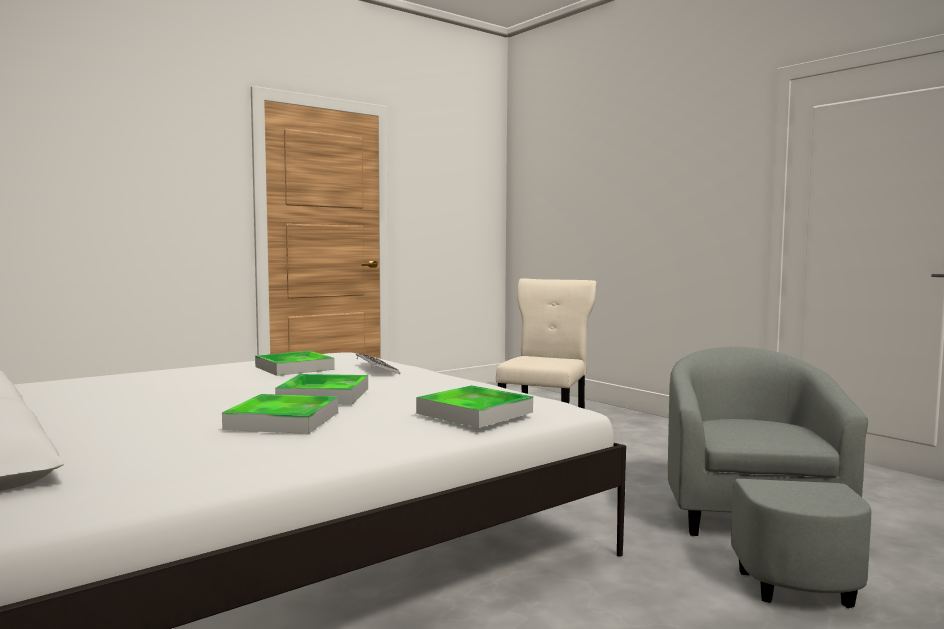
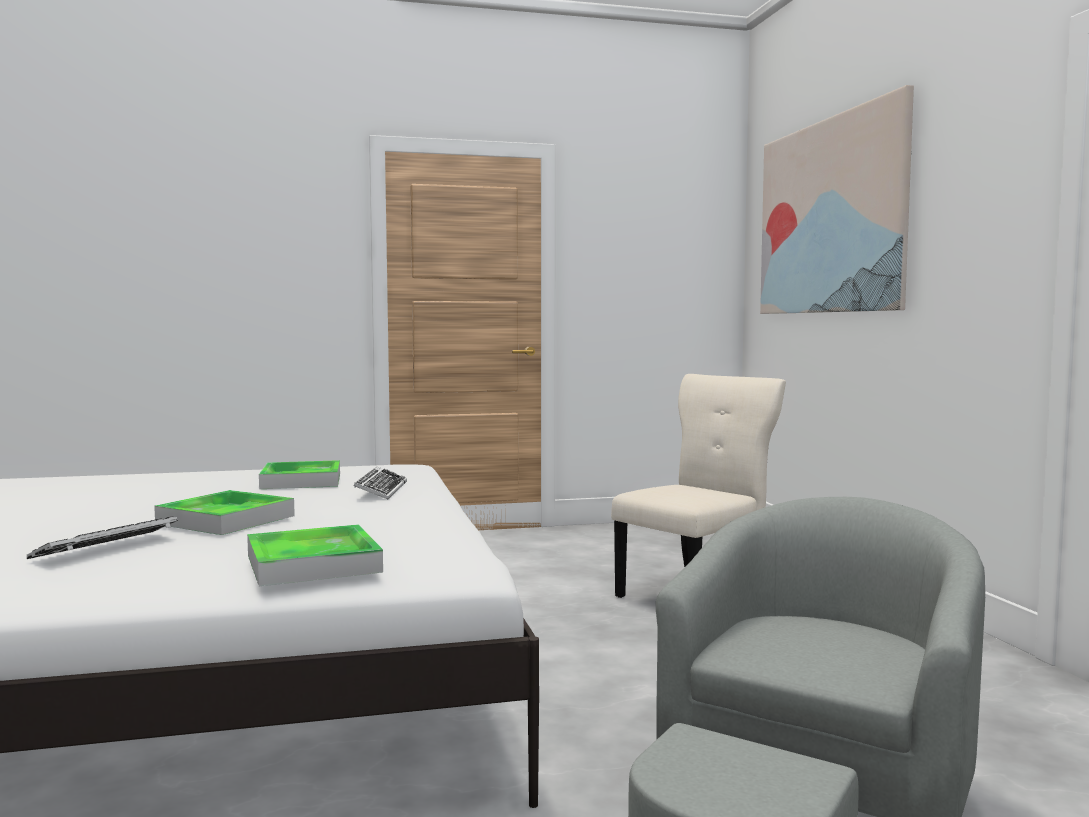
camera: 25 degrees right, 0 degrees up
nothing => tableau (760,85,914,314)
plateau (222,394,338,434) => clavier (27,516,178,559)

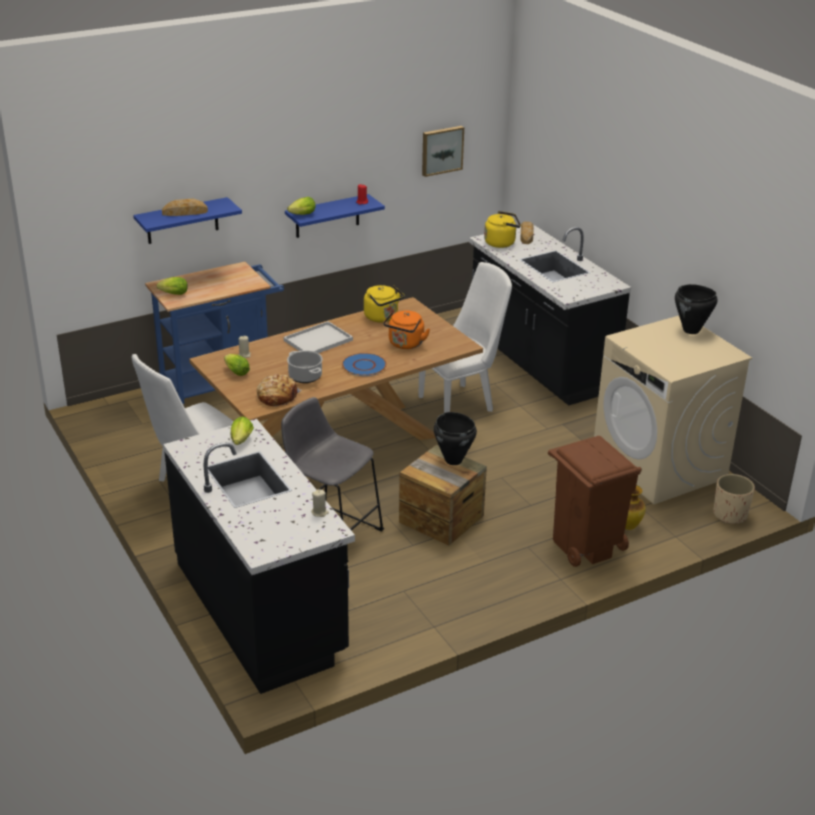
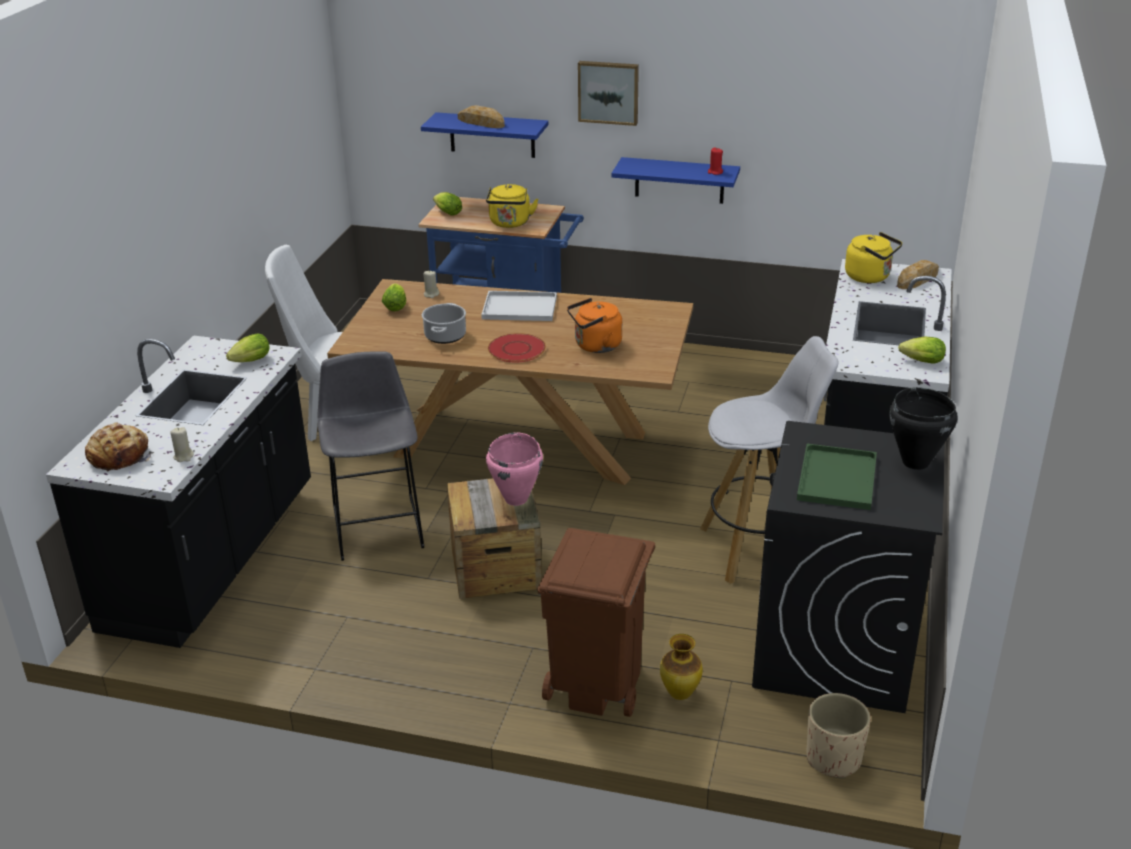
camera: 45 degrees right, 0 degrees up
chaise [blanc] (418,262,512,413) => nothing
nothing => tabouret [blanc] (700,336,838,584)
nothing => plateau [vert] (797,444,877,510)
pain (257,374,302,406) => pain (85,422,151,472), relocated
laitue (287,197,316,215) => laitue (898,337,946,364), relocated
bouilloire [jaune] (364,285,404,322) => bouilloire [jaune] (486,184,538,228), relocated
tableau (422,126,464,177) => tableau (578,61,639,126), relocated
assiette [bleu] (342,353,387,376) => assiette [rouge] (488,333,546,362)
marmite [noir] (434,412,477,465) => marmite [rose] (486,432,543,506)
lave-linge [beige] (594,316,752,504) => lave-linge [noir] (752,421,945,713)

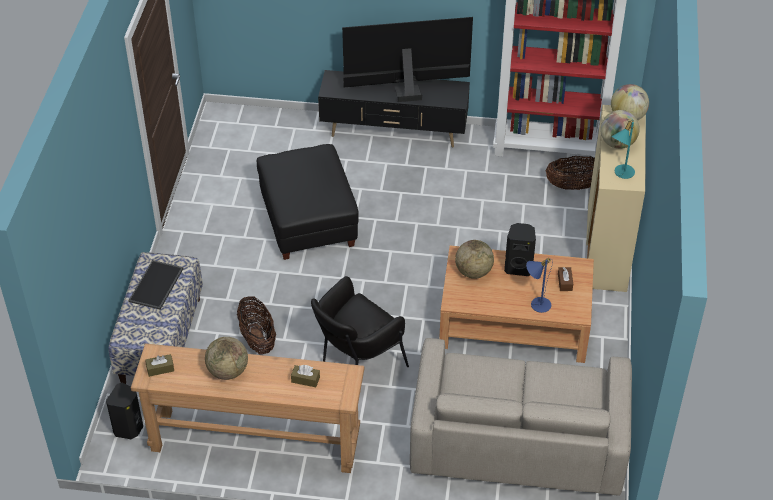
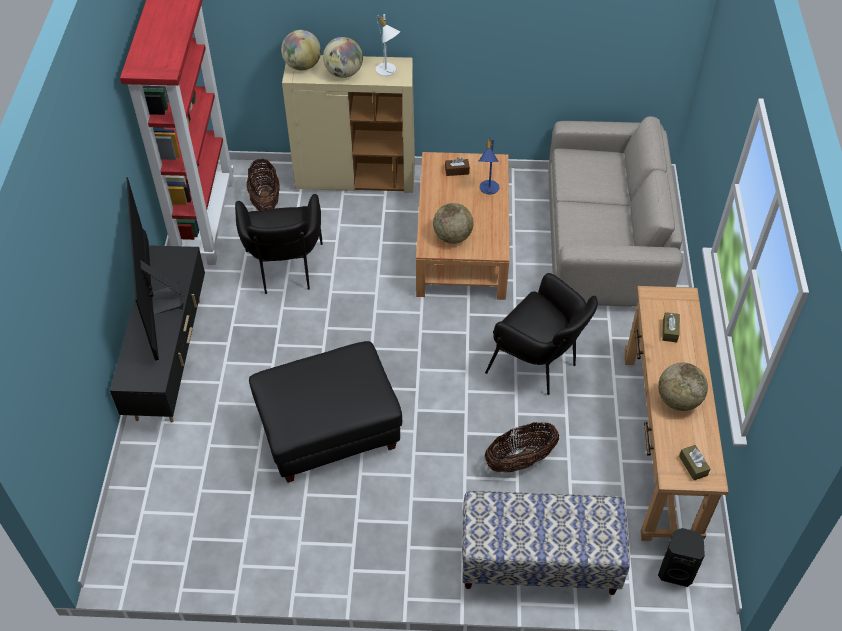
camera: 95 degrees left, 5 degrees up
plateau (128,260,184,310) => nothing
enceinte [noir] (504,223,536,276) => nothing
nothing => fauteuil [noir] (235,194,323,294)
lampe de table [turquoise] (612,120,635,179) => lampe de table [blanc] (376,14,400,76)

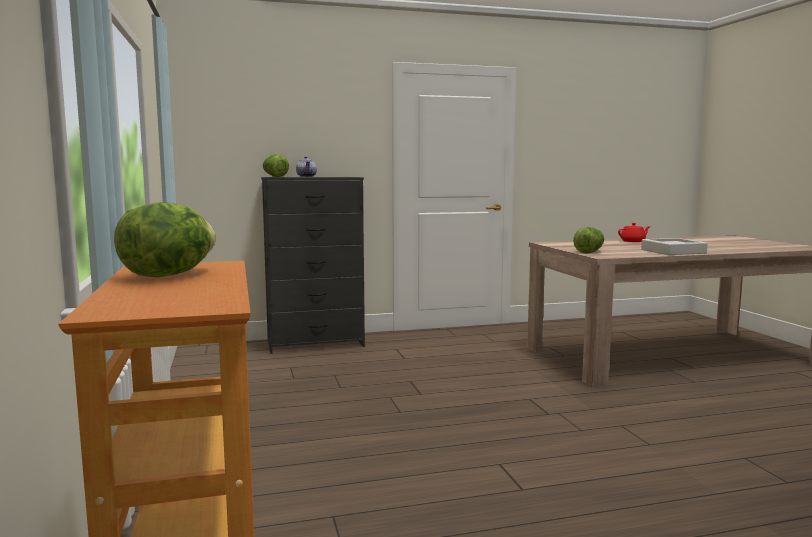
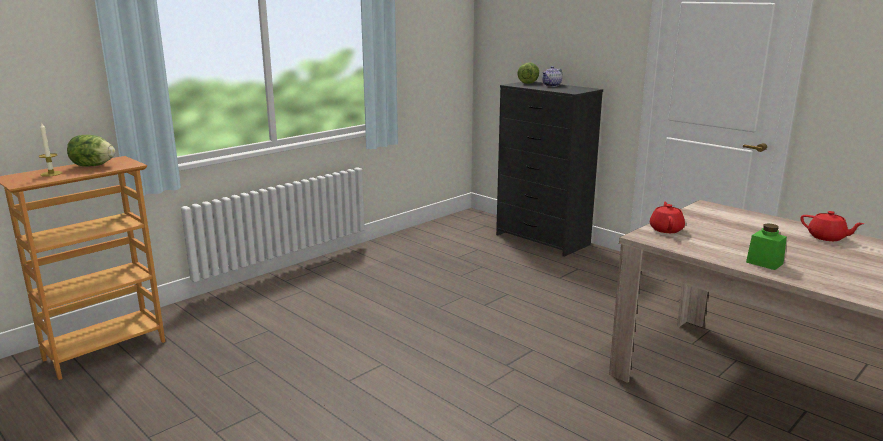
camera: 60 degrees right, 10 degrees up
nothing => bougie (38,122,62,177)
laitue (573,227,604,253) => théière [rouge] (650,202,685,233)
plateau [gris] (641,238,708,255) => bocal [vert] (746,223,787,270)

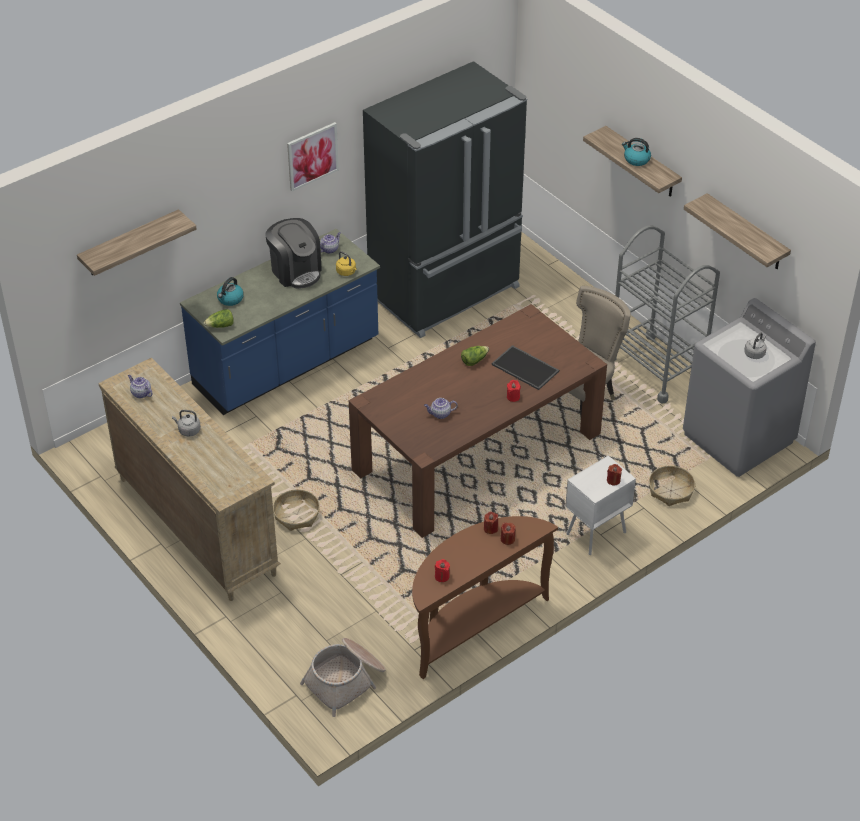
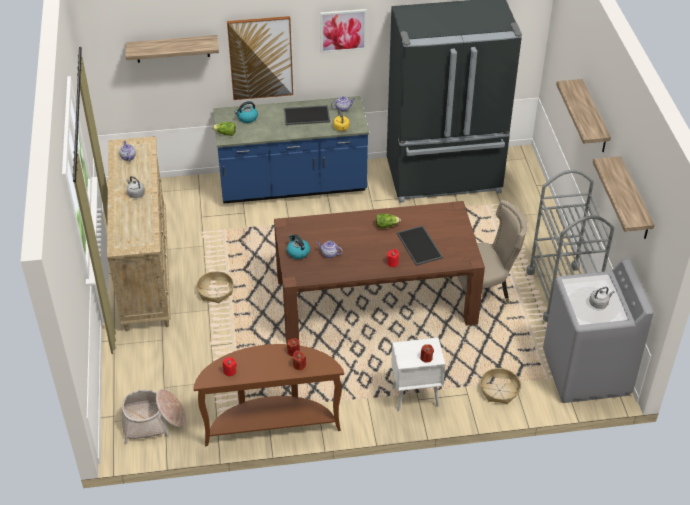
camera: 30 degrees right, 0 degrees up
nothing => tableau (227,16,293,100)
bouilloire (622,138,651,166) => bouilloire (287,234,310,259), relocated
machine à café (265,218,322,289) => plateau (284,105,330,125)

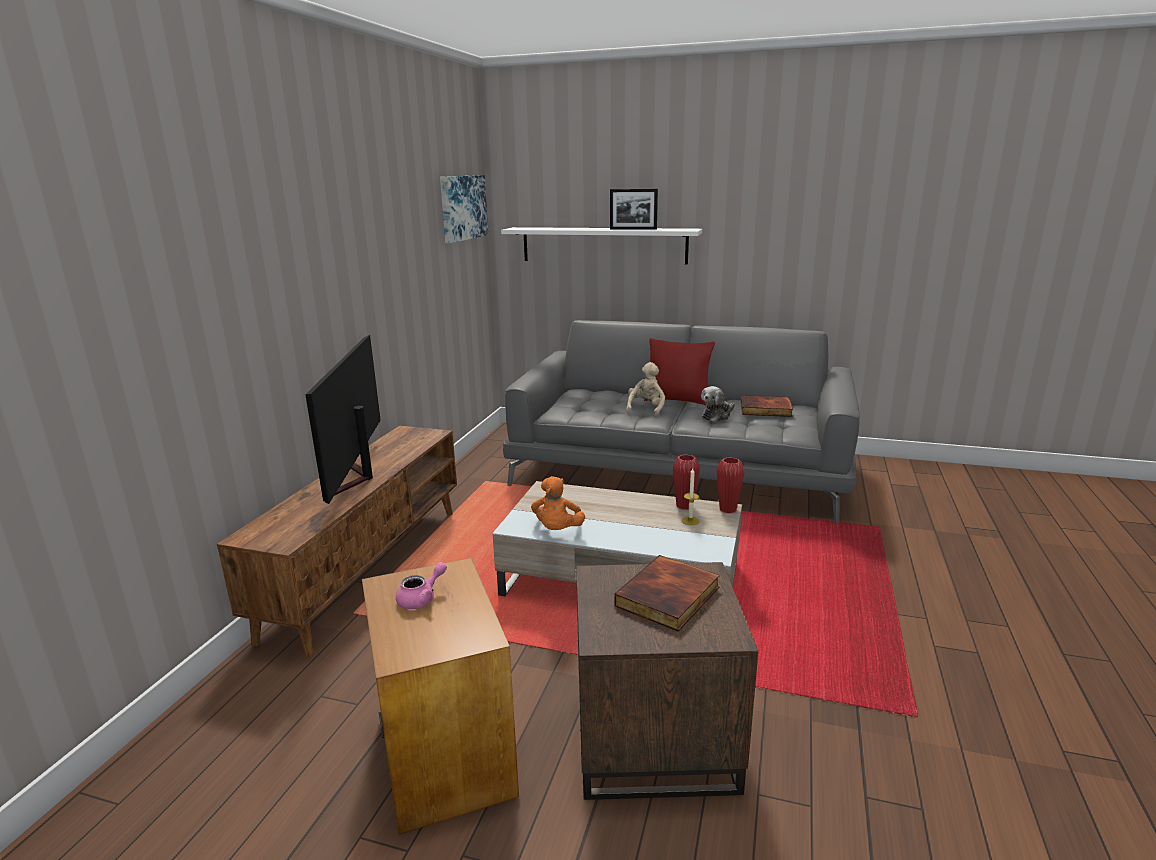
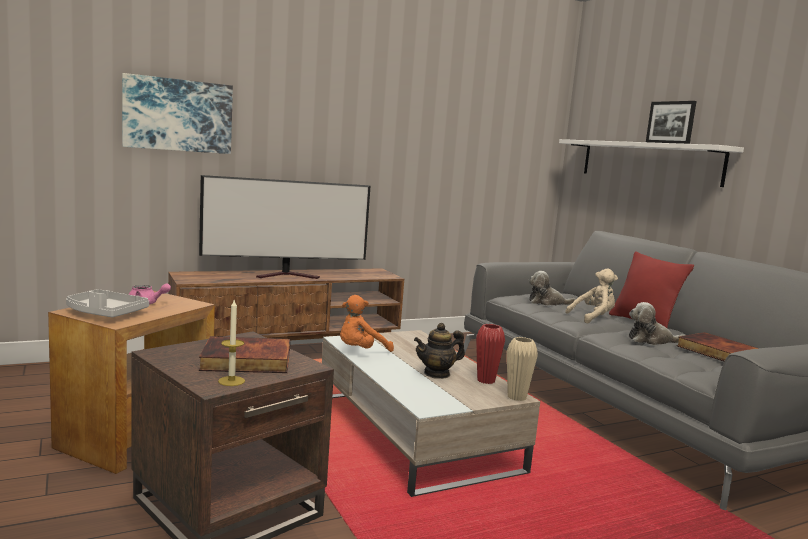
camera: 45 degrees right, 10 degrees down
nothing => plateau [gris] (66,289,149,318)
nothing => théière (414,323,465,379)
nothing => peluche (529,271,576,305)
tableau (440,175,488,244) => tableau (122,73,233,154), relocated
bougie (681,468,699,525) => bougie (218,300,245,386), relocated
vase [rouge] (717,457,745,513) => vase [beige] (507,337,538,401)
téléviseur (305,335,381,504) => téléviseur (199,175,371,279), 150 degrees counterclockwise

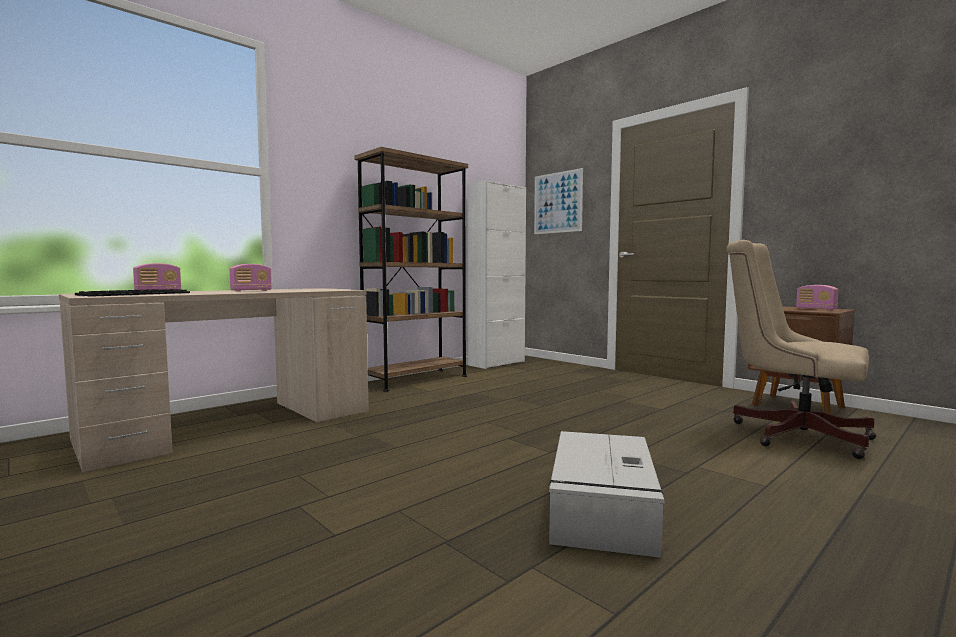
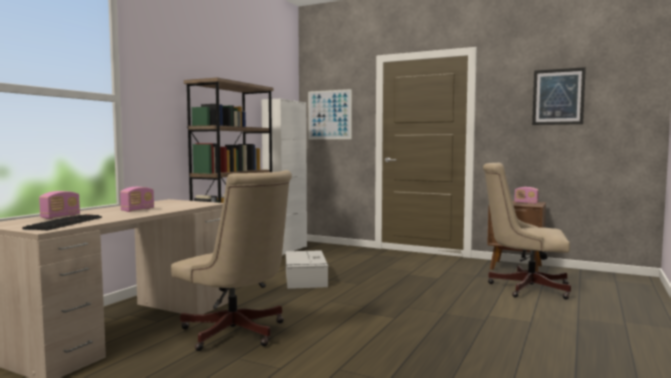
camera: 20 degrees left, 0 degrees up
nothing => chaise de bureau [beige] (171,170,292,351)
nothing => tableau (532,67,586,125)
boîte de rangement [gris] (549,431,665,558) => boîte de rangement [gris] (285,250,328,289), relocated

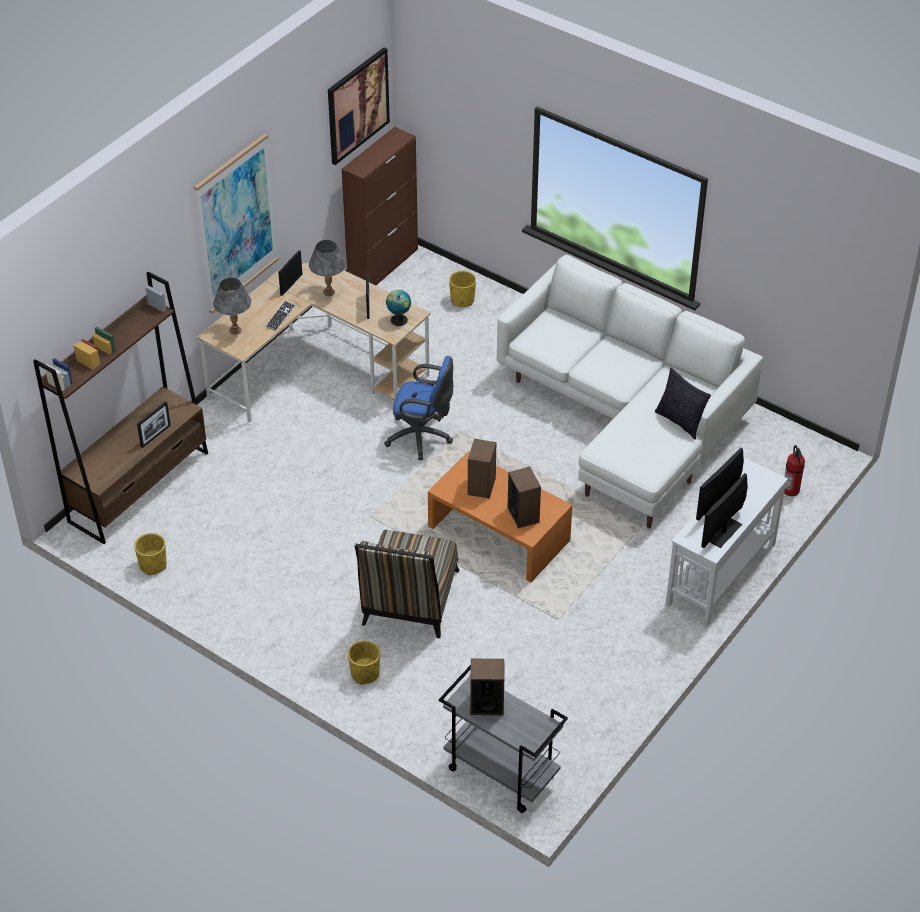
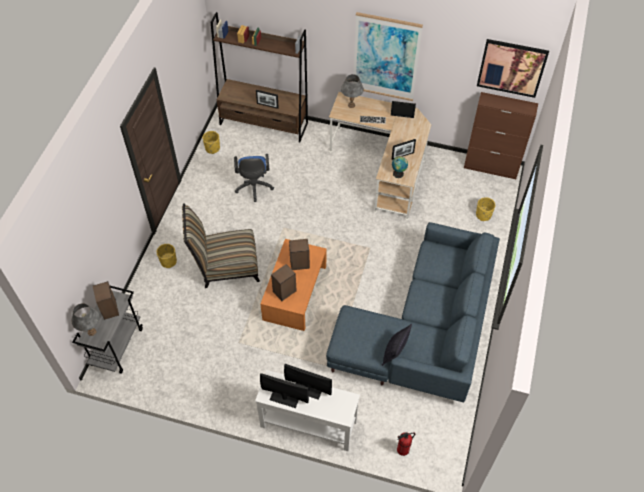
camera: 70 degrees right, 10 degrees up
lampe de table [gris] (309,240,346,296) => lampe de table [gris] (72,303,100,336), relocated
chaise de bureau [bleu] (384,356,453,460) => chaise de bureau [bleu] (234,154,274,202), relocated
canapé [blanc] (497,255,763,528) => canapé [bleu] (326,222,500,402)

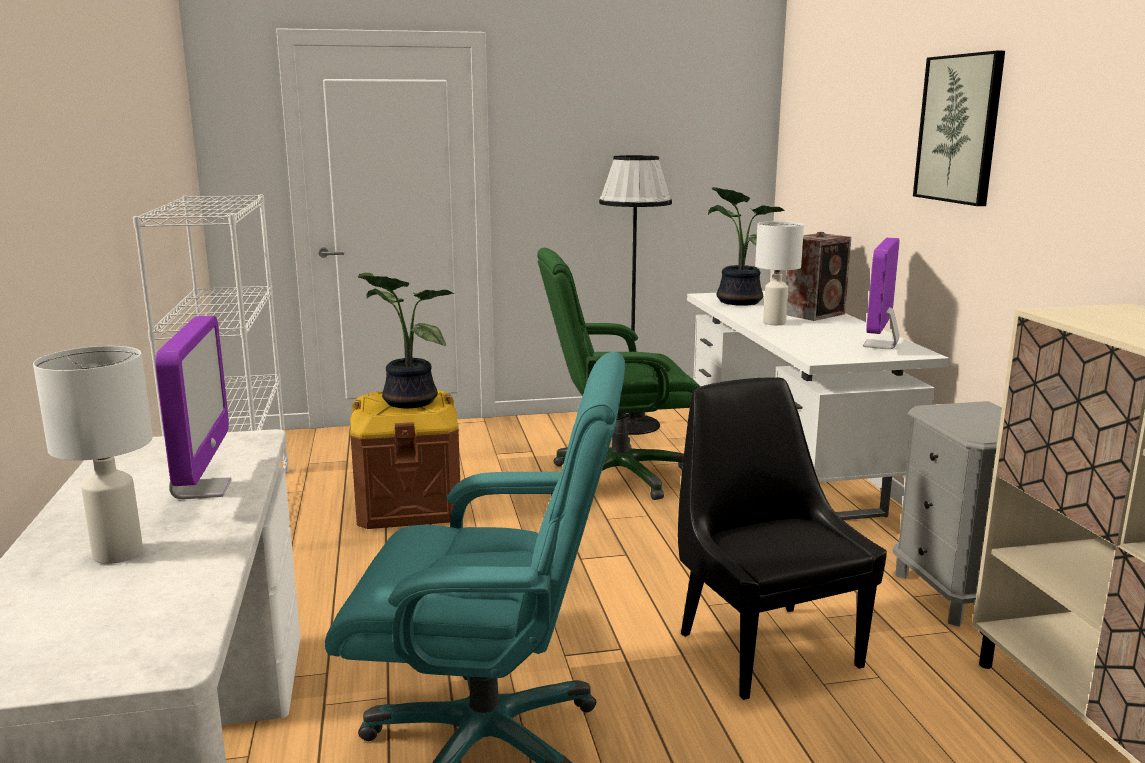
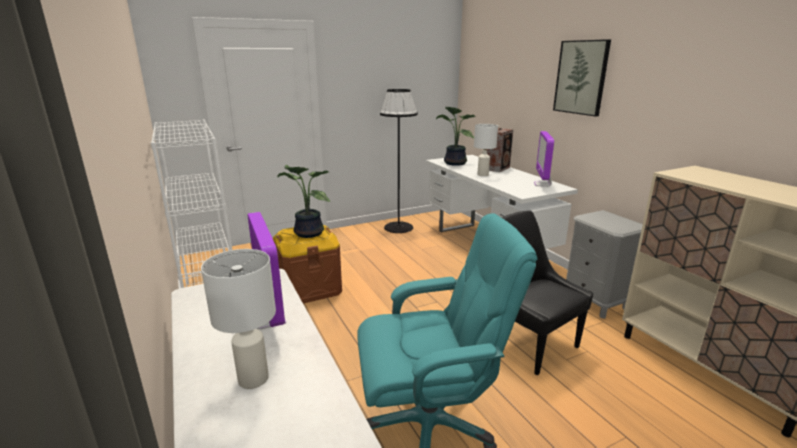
camera: 15 degrees left, 5 degrees up
chaise de bureau [vert] (537,248,701,500) => nothing

